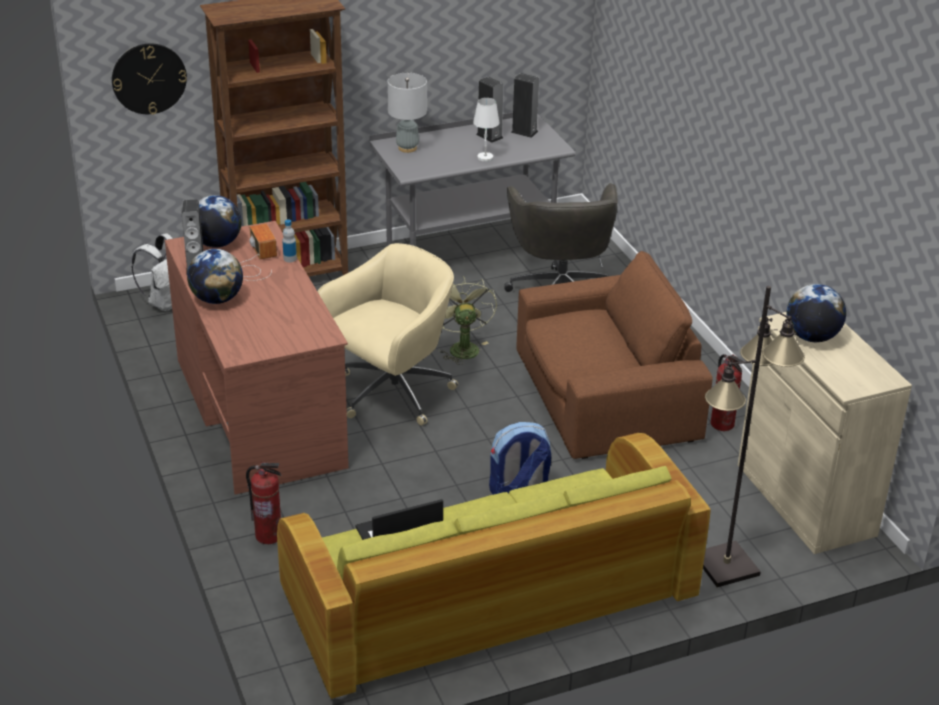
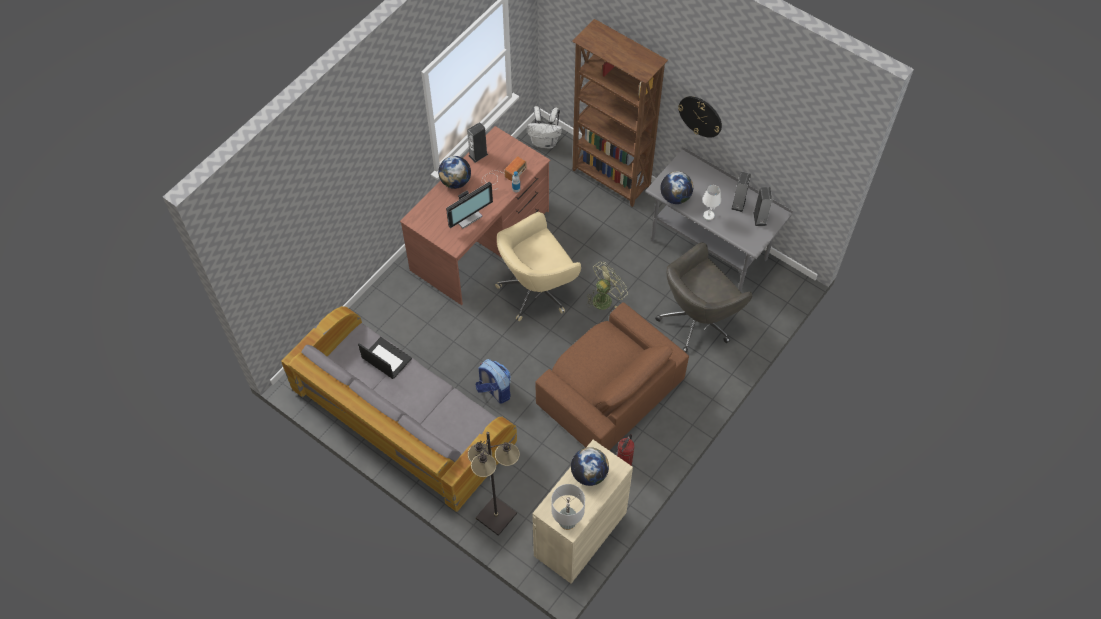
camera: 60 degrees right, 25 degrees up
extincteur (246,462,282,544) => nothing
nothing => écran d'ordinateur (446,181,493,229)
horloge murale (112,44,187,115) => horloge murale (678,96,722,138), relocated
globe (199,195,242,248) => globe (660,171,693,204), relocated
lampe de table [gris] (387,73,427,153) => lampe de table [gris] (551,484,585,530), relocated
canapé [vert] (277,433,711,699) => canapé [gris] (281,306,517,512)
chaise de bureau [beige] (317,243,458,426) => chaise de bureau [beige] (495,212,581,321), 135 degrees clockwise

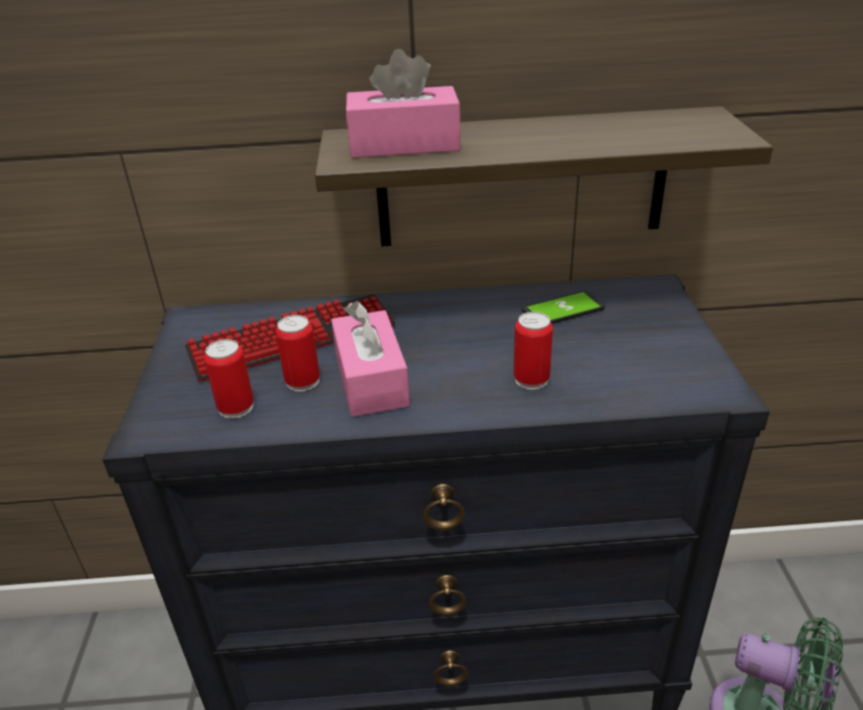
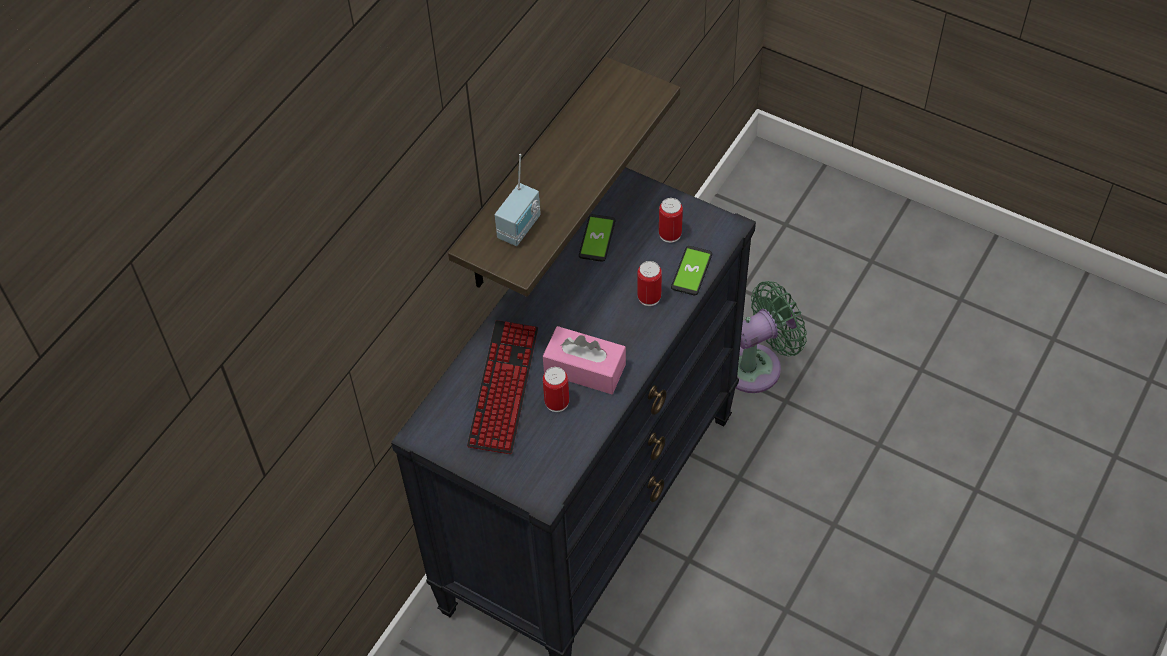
camera: 55 degrees left, 20 degrees up
nothing => téléphone (671,246,712,295)
boîte métallique (204,339,254,419) => boîte métallique (659,198,683,243), relocated
boîte à mouchoirs [rose] (346,49,461,158) => radio (495,154,541,246)

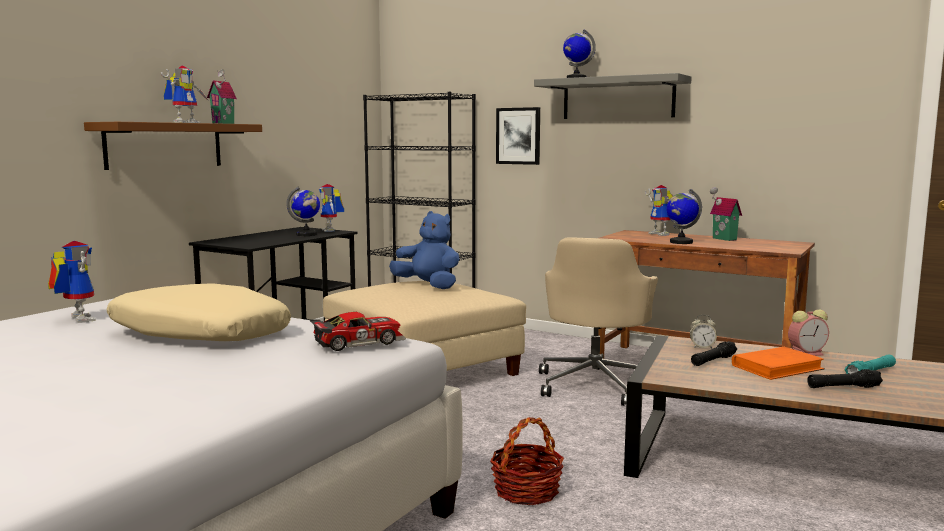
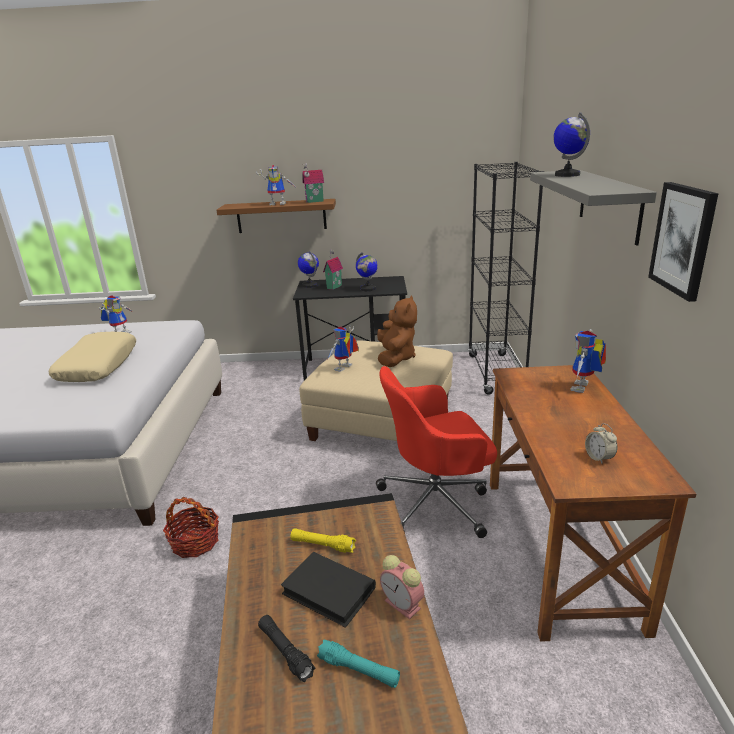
camera: 60 degrees right, 15 degrees up
petite voiture (310,312,406,351) => nothing
robot jouet (319,184,344,232) => robot jouet (328,326,359,372), relocated
tableau (496,107,540,165) => tableau (648,182,719,302), relocated
globe (666,189,702,244) => globe (298,251,319,288), relocated
réveil (690,315,717,348) => réveil (585,423,617,463), relocated
maison miniature (710,187,742,241) => maison miniature (323,249,343,290), relocated
peluche [bleu] (389,211,460,289) => peluche [marron] (377,296,417,367)
chaise de bureau [beige] (539,238,658,406) => chaise de bureau [rouge] (376,366,497,538)
lampe de poche [noir] (691,341,737,366) => lampe de poche [jaune] (290,528,356,553)
livre [orange] (732,347,825,380) => livre [noir] (281,552,376,628)

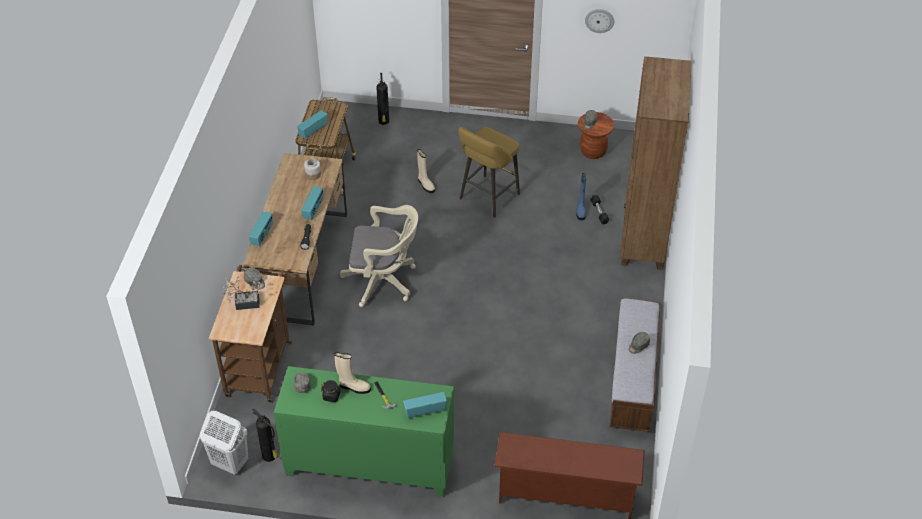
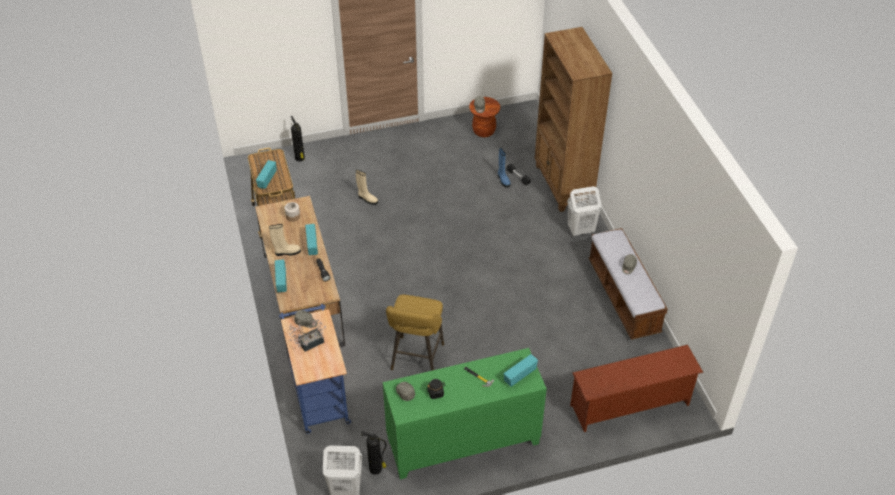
camera: 25 degrees left, 0 degrees up
chaise de bureau [beige] (340,205,418,307) => nothing
horloge murale (585,9,614,33) => nothing
nothing => panier à linge [blanc] (567,186,602,237)
botte [beige] (335,352,371,394) => botte [beige] (269,224,301,256), relocated
tabouret [jaune] (458,127,520,218) => tabouret [jaune] (386,295,444,371), relocated
chariot [marron] (209,265,292,403) => chariot [bleu] (279,304,351,434)

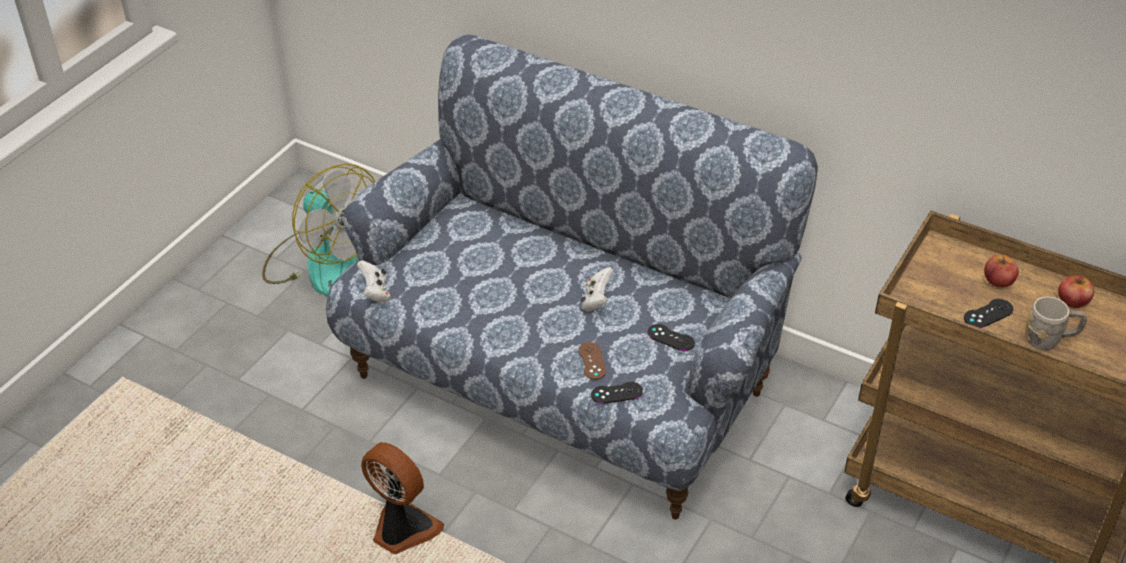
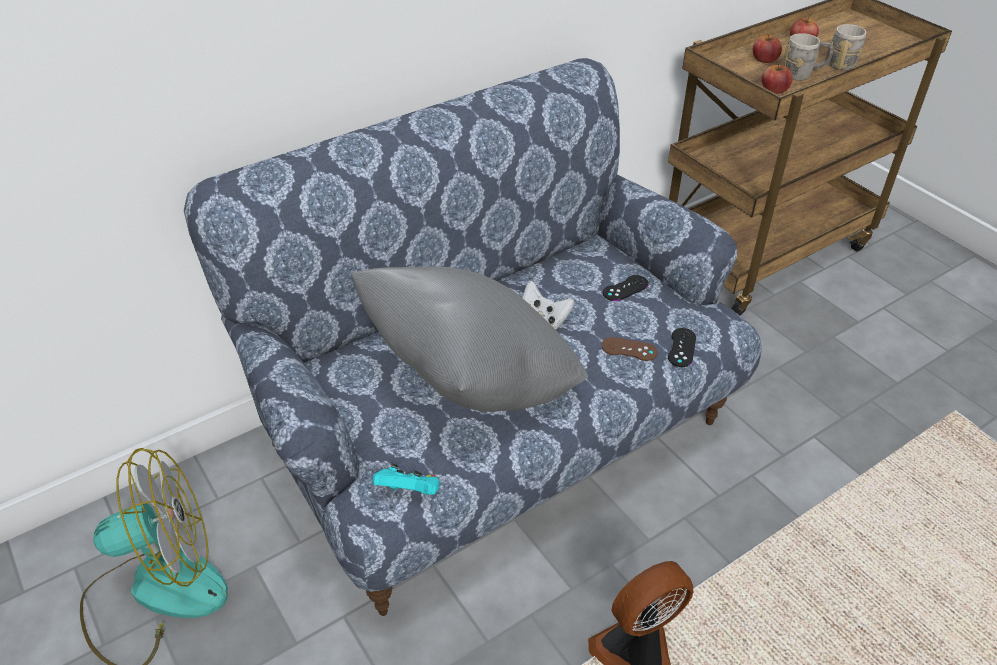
camera: 65 degrees left, 0 degrees up
nothing => coussin [gris] (350,266,588,412)
nothing => pomme (761,64,793,94)
manette [noir] (964,299,1013,328) => mug [gris] (783,33,834,81)
manette [blanc] (357,260,390,303) => manette [turquoise] (372,464,440,495)

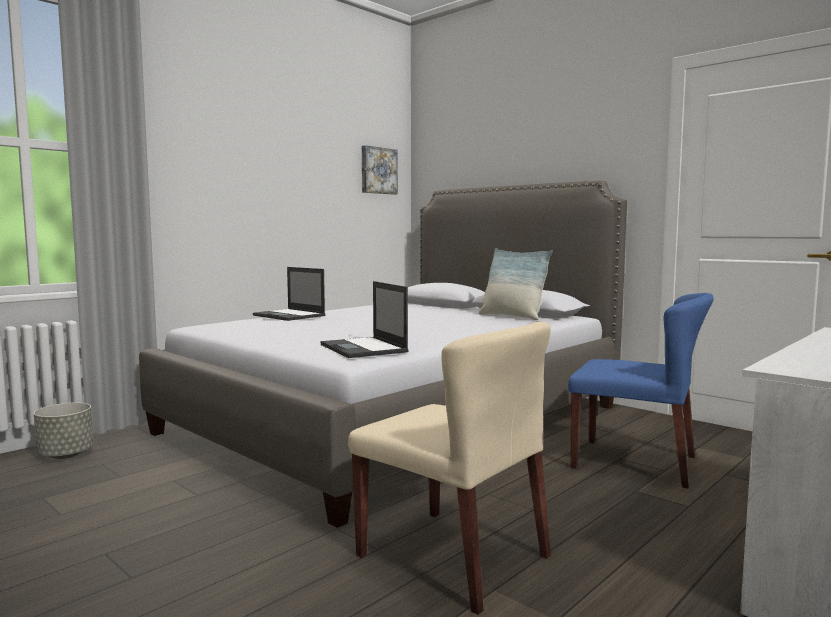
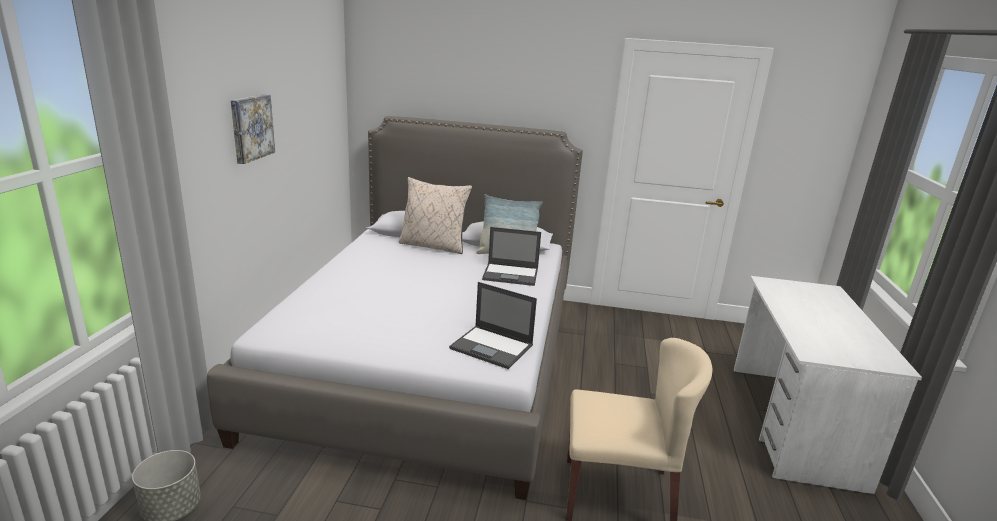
camera: 35 degrees left, 15 degrees up
chaise [bleu] (568,293,714,489) => nothing
nothing => coussin [beige] (399,177,472,254)
ordinateur portable (253,267,325,321) => ordinateur portable (482,227,541,286), relocated
tableau (362,145,398,195) => tableau (231,94,275,164), relocated

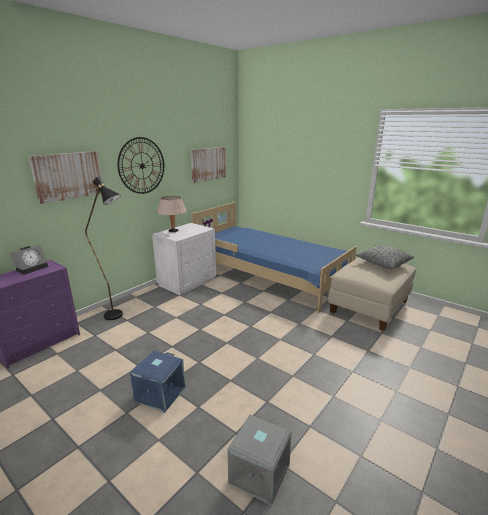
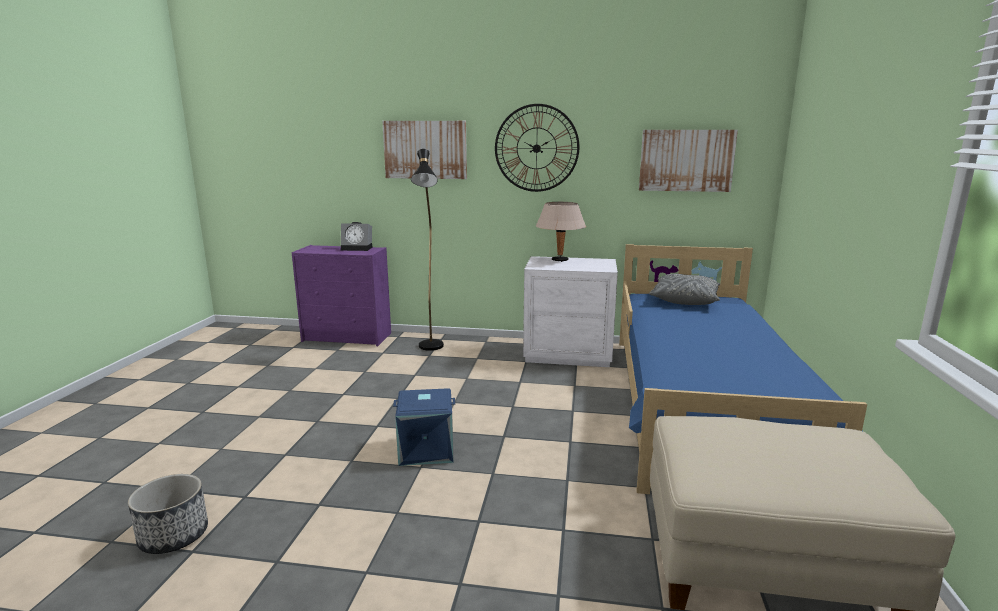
camera: 60 degrees right, 5 degrees down
boîte de rangement [bleu] (130,350,186,413) => boîte de rangement [bleu] (393,388,455,466), relocated
coussin [gris] (355,245,414,269) => coussin [gris] (649,274,721,305), relocated
boîte de rangement [gris] (227,415,292,506) => cache-pot (128,474,208,554)

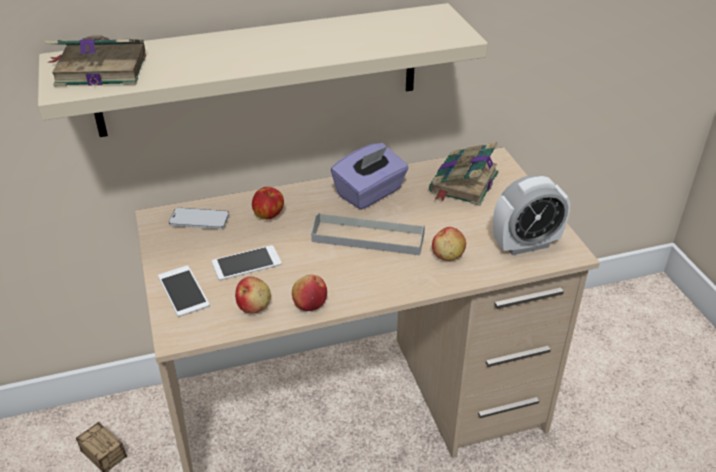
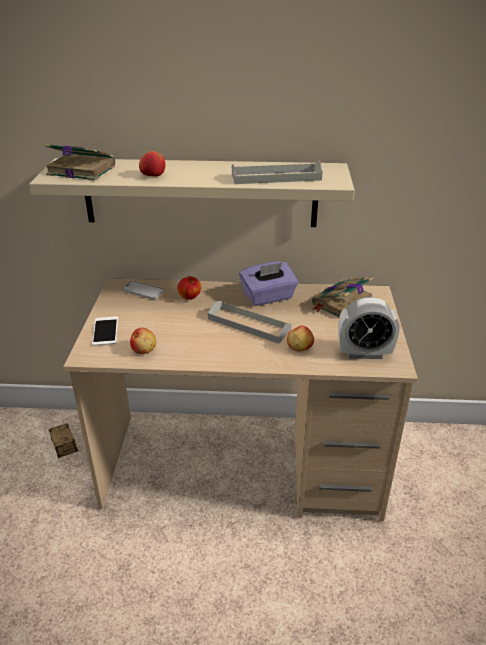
camera: 20 degrees right, 5 degrees down
téléphone (212,245,282,281) => nothing
nothing => plateau [gris] (232,161,323,184)
pomme (292,274,327,311) => pomme (139,151,165,177), relocated

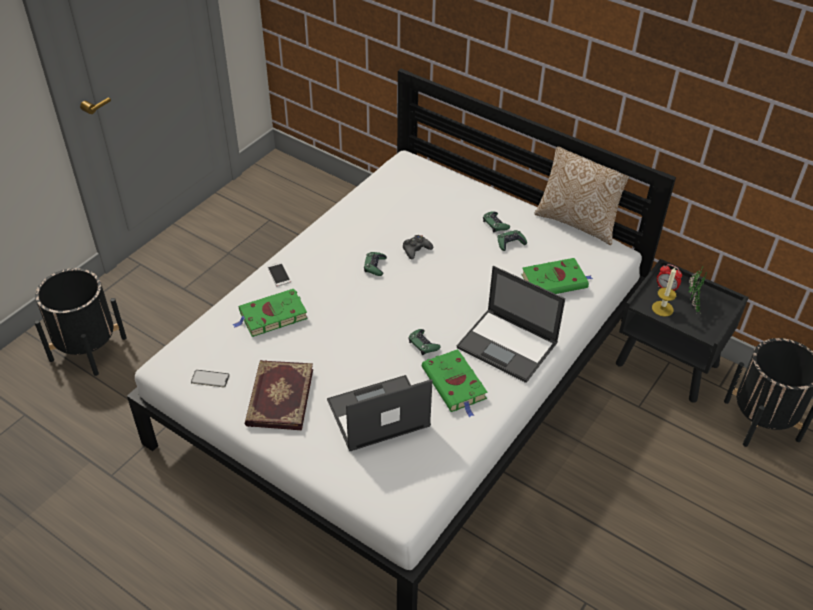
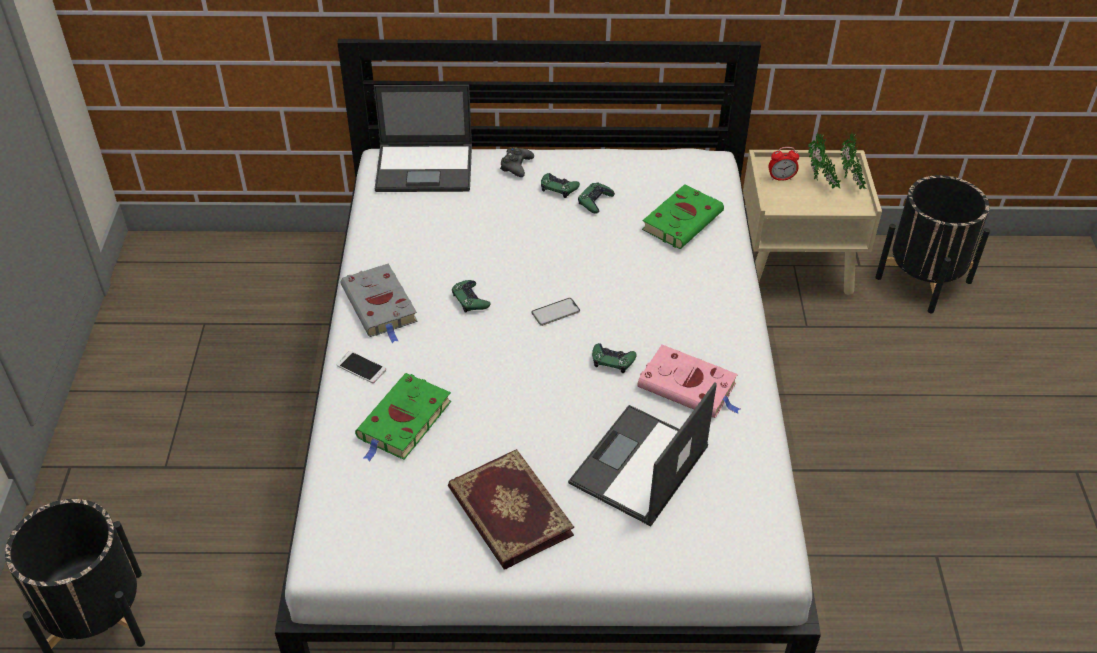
camera: 35 degrees left, 0 degrees up
coussin (534,146,630,245) => nothing
bougie (652,267,676,317) => nothing
nothing => livre [gris] (341,264,418,343)
nothing => plante en pot (840,133,867,189)
téléphone (191,370,230,387) => téléphone (531,298,580,326), relocated
manette [noir] (403,235,433,259) => manette [noir] (500,147,534,177), relocated
ordinateur portable (457,266,565,383) => ordinateur portable (374,85,472,192), relocated
livre [vert] (422,349,488,417) => livre [rose] (638,345,740,418)
table de chevet [noir] (616,259,749,403) => table de chevet [beige] (743,150,882,295)

